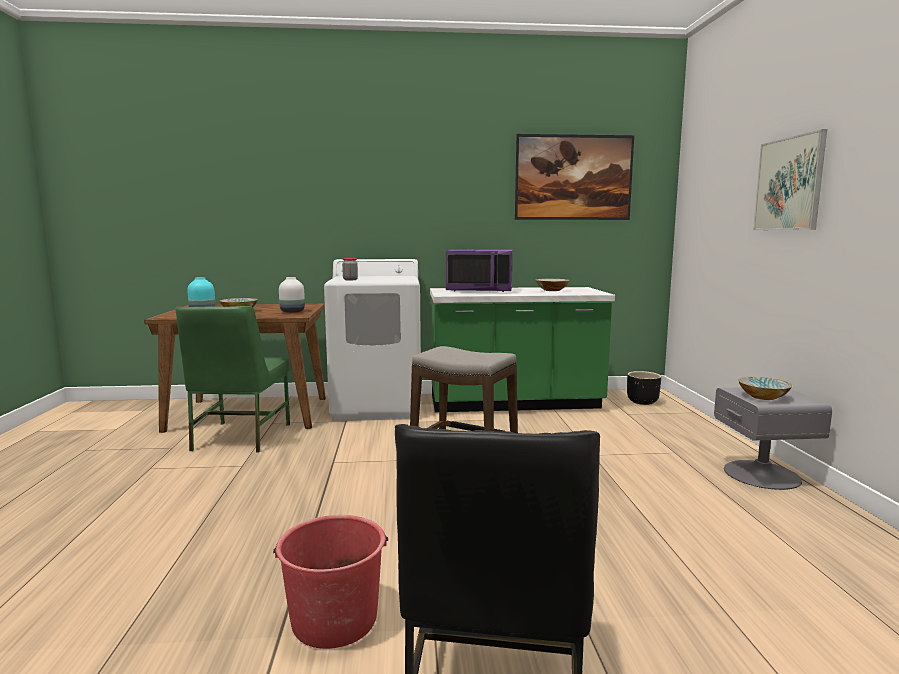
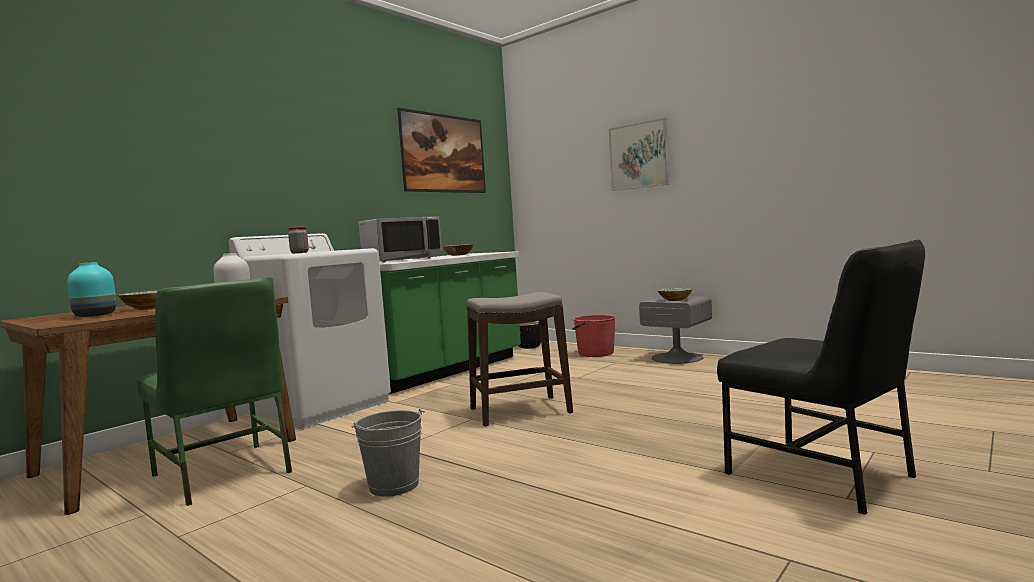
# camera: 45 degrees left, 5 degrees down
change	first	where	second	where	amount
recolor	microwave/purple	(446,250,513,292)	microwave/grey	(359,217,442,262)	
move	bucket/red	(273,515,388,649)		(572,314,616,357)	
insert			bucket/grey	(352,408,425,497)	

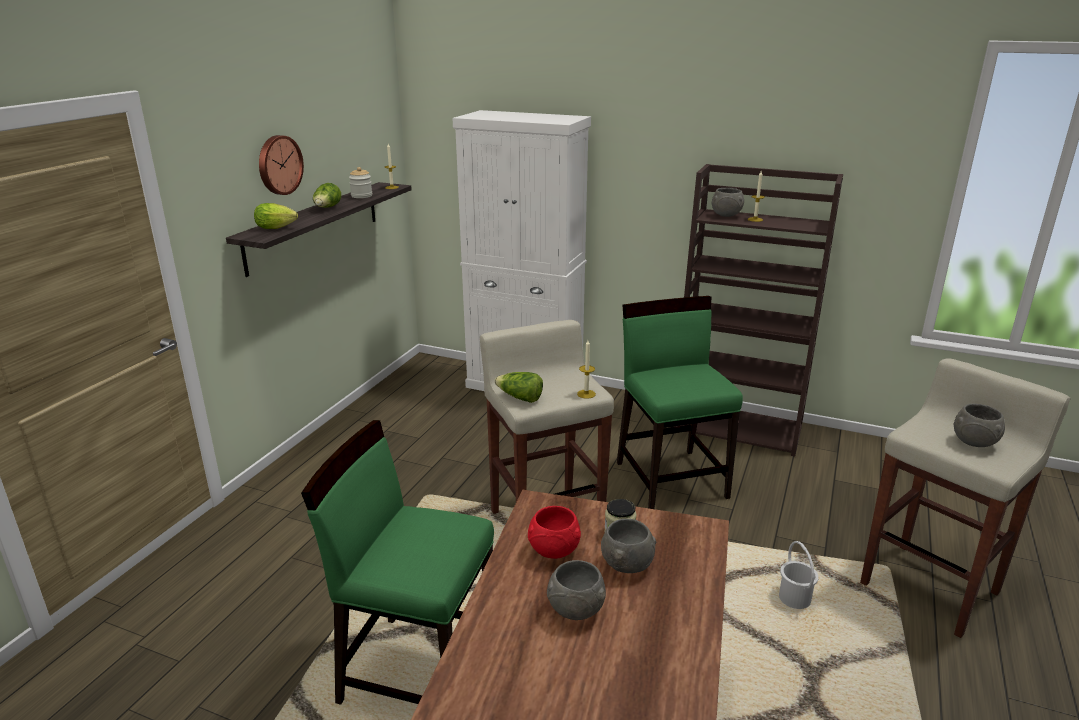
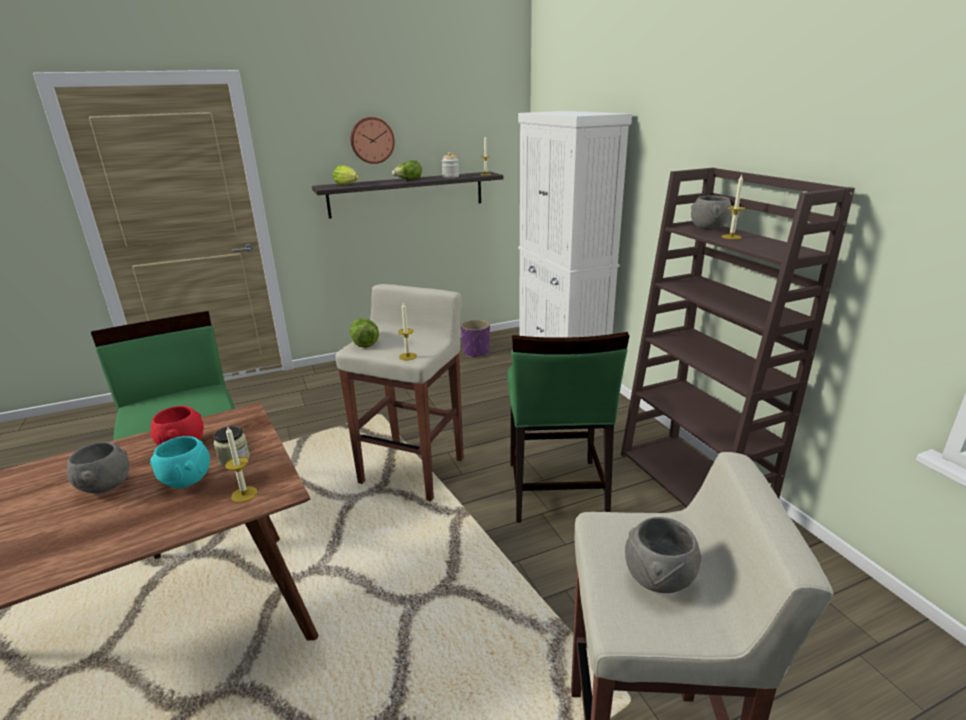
# camera: 45 degrees right, 0 degrees up
change	first	where	second	where	amount
rotate	chair/green	(617,296,743,509)		(507,332,629,523)	150 degrees clockwise
recolor	bowl/grey	(601,519,656,573)	bowl/turquoise	(150,436,210,488)	
delete	bucket/white	(779,541,819,609)			
insert			planter/purple	(461,319,490,357)	
insert			candle	(225,426,258,503)	

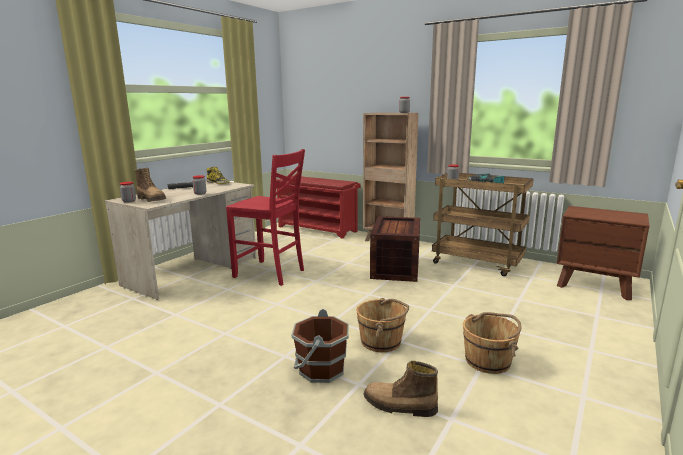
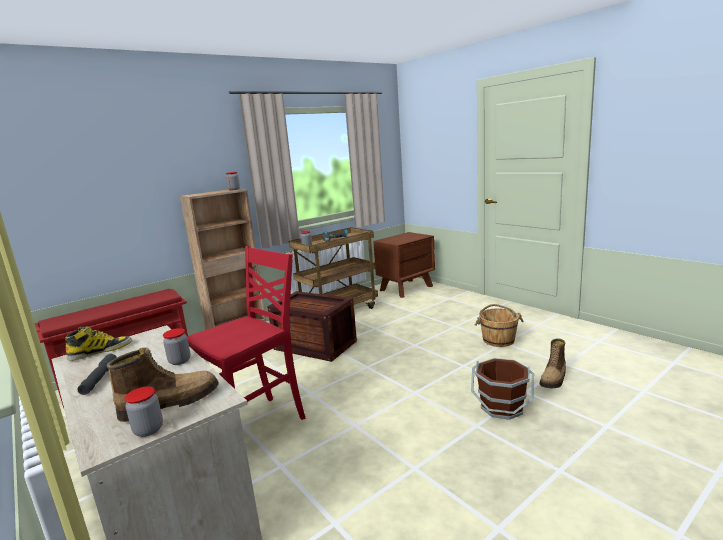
# camera: 70 degrees left, 0 degrees up
change	first	where	second	where	amount
delete	bucket/brown	(356,298,409,352)			

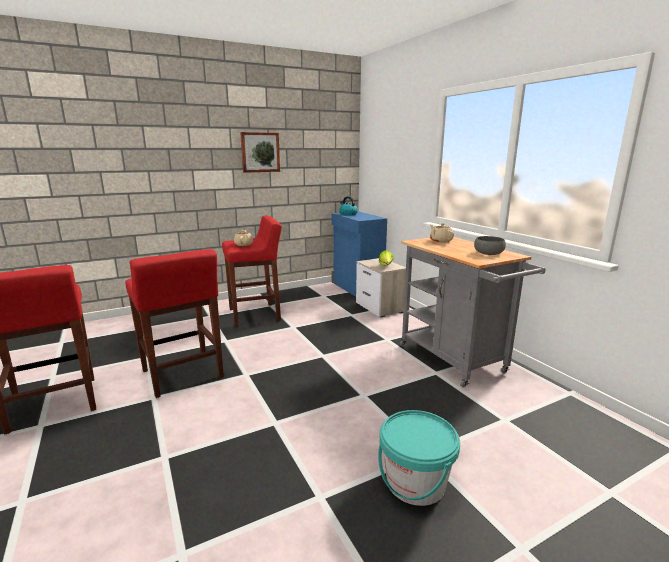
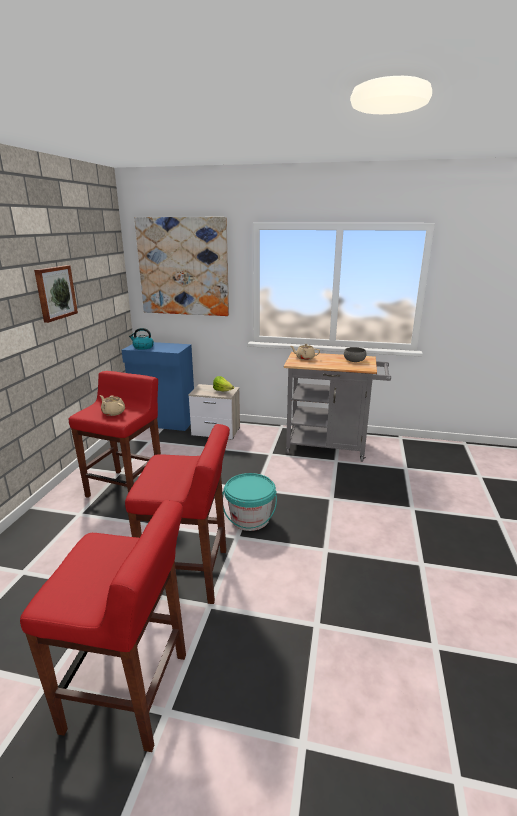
# camera: 50 degrees left, 5 degrees up
change	first	where	second	where	amount
move	bucket/turquoise	(378,410,460,506)		(222,473,277,531)	
insert			picture	(135,217,229,316)	

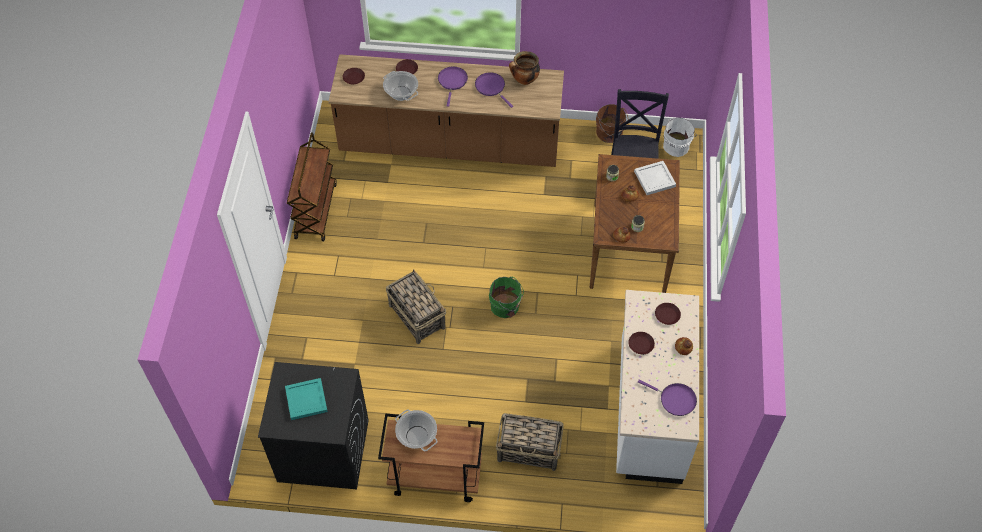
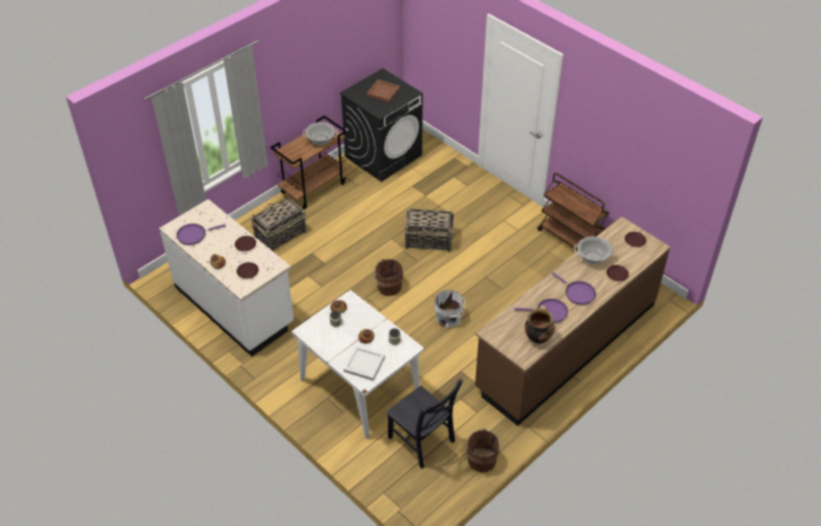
# camera: 130 degrees right, 10 degrees down
change	first	where	second	where	amount
move	bucket/white	(663,117,697,157)		(434,290,465,327)	
recolor	dining table/brown	(590,154,680,293)	dining table/white	(291,289,425,439)	
recolor	bucket/green	(489,276,524,318)	bucket/brown	(373,259,403,296)	
recolor	tray/turquoise	(285,378,328,420)	tray/brown	(367,80,400,103)	

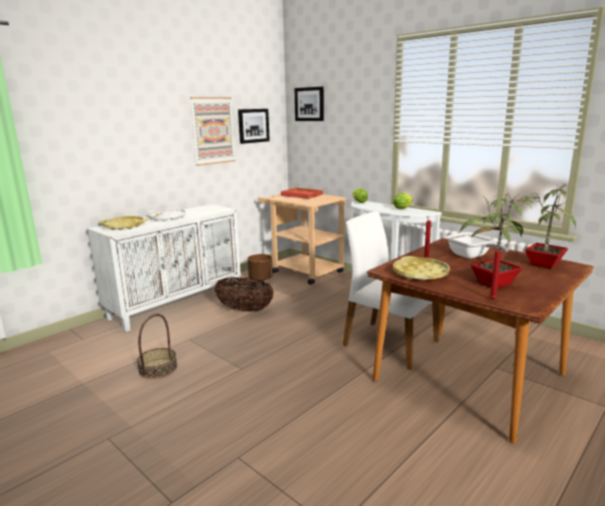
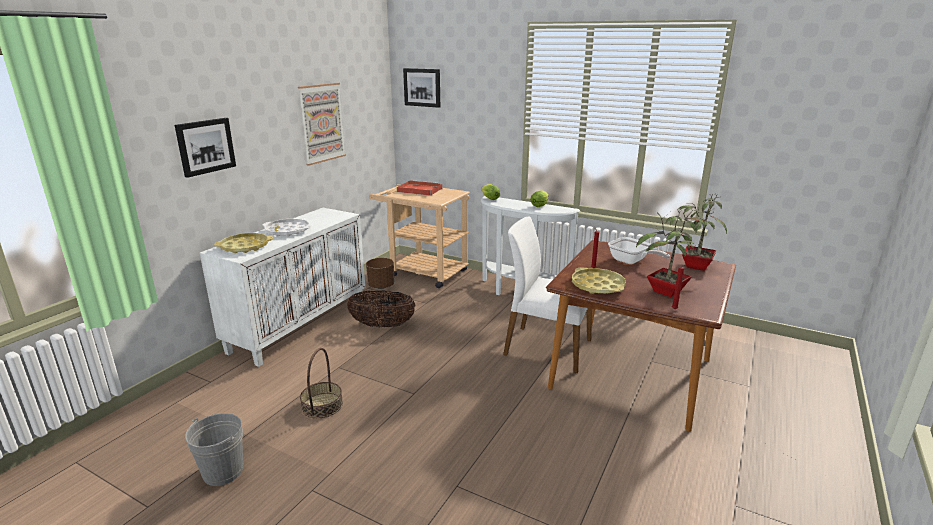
# camera: 15 degrees left, 5 degrees up
change	first	where	second	where	amount
move	picture	(238,109,270,144)		(175,118,236,178)	
insert			bucket/grey	(185,413,244,486)	

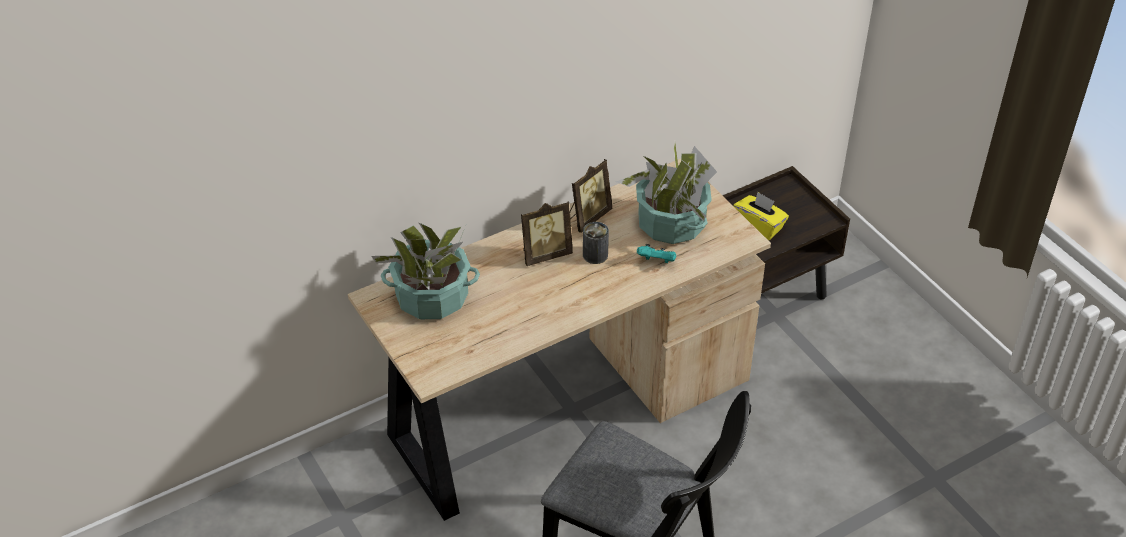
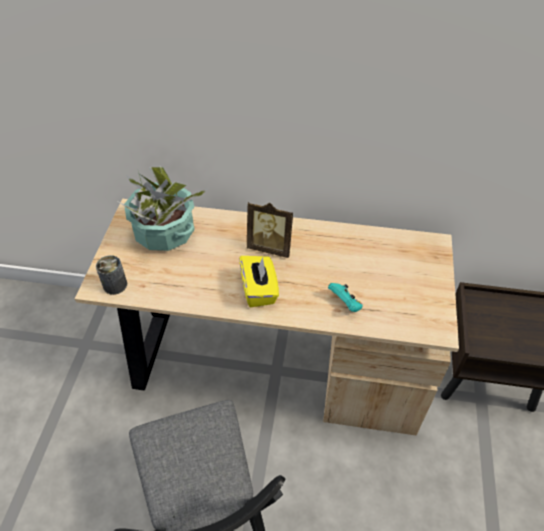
# camera: 40 degrees right, 5 degrees up
change	first	where	second	where	amount
delete	potted plant	(616,143,717,244)			
delete	picture frame	(570,159,612,233)			
move	tissue box/yellow	(733,192,789,241)		(239,256,279,307)	
move	can	(583,222,609,264)		(96,255,127,295)	

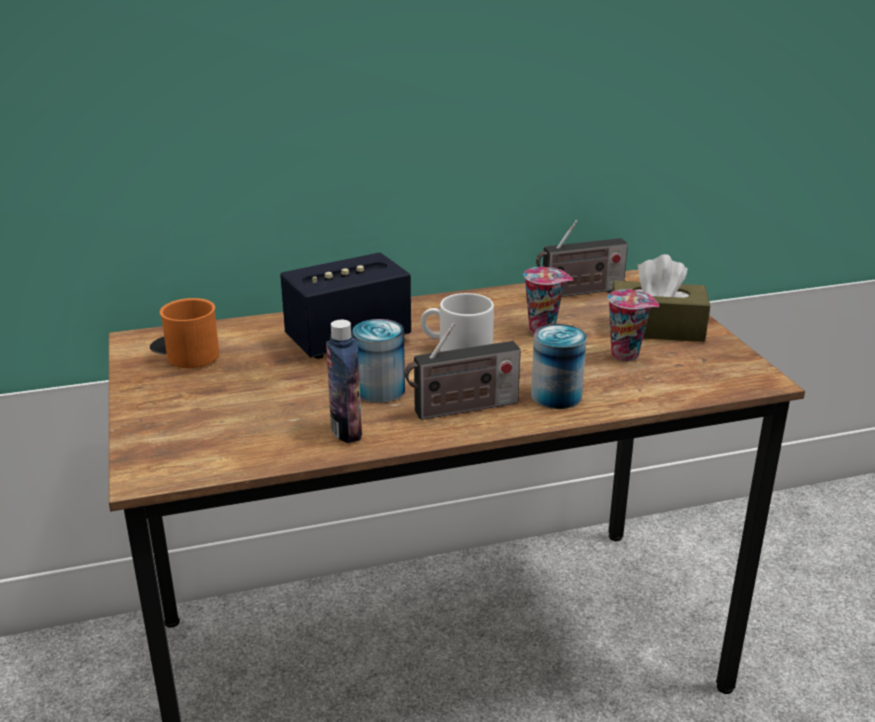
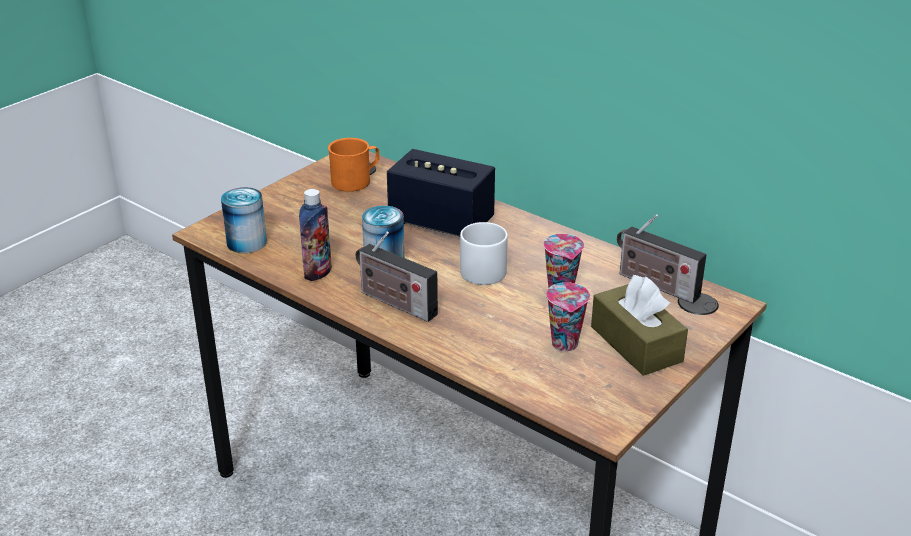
# camera: 55 degrees right, 5 degrees up
change	first	where	second	where	amount
move	can	(531,324,587,409)		(221,187,267,253)	

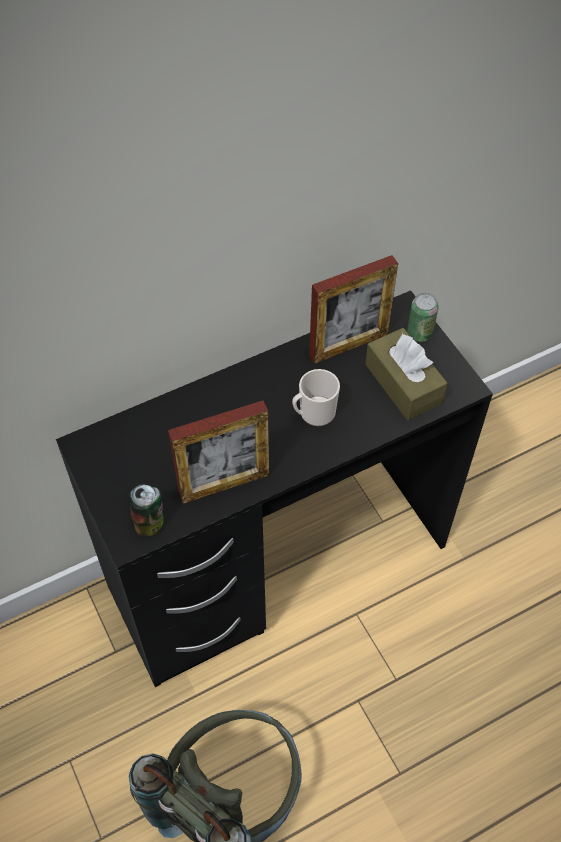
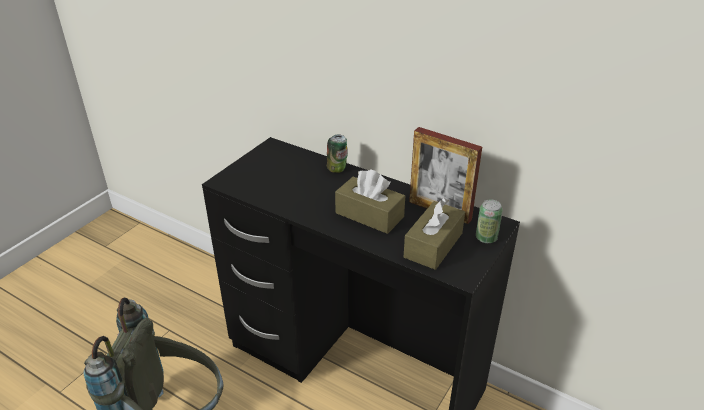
# camera: 60 degrees right, 20 degrees down
change	first	where	second	where	amount
replace	mug	(292,369,340,426)	tissue box/brown	(335,169,405,234)	
delete	picture frame	(168,400,269,504)			
move	can	(129,485,164,536)		(327,134,348,173)	

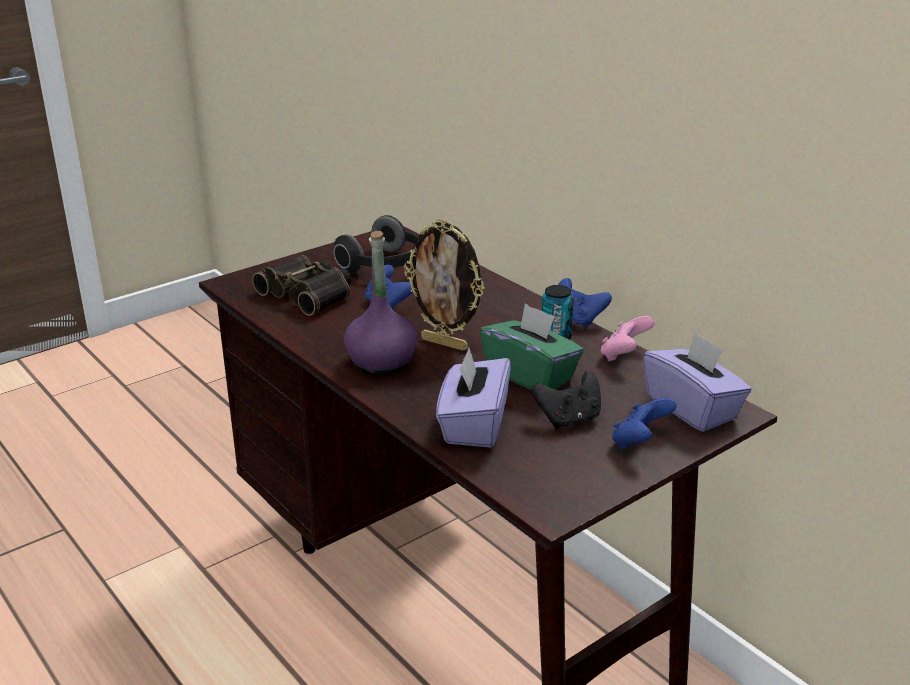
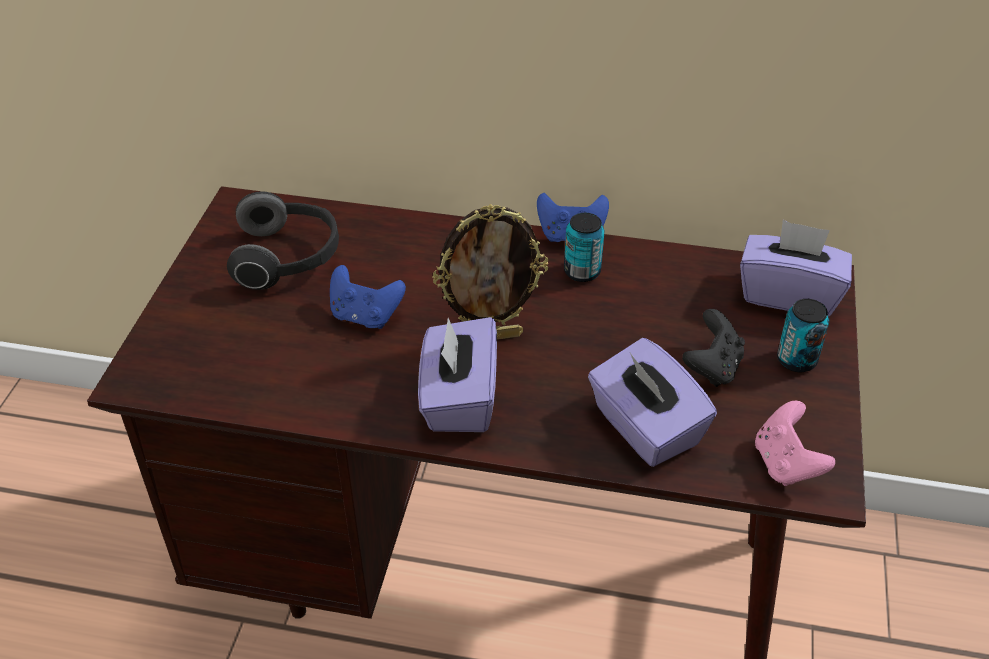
# camera: 40 degrees left, 15 degrees up
change	first	where	second	where	amount
replace	bottle/purple	(344,231,418,375)	tissue box/purple	(418,317,497,432)	
delete	binoculars	(252,255,351,316)			
delete	tissue box/green	(480,303,584,391)			
move	game controller/pink	(601,316,655,362)		(755,400,835,486)	
replace	game controller/blue	(612,398,676,449)	can	(777,299,829,372)	

